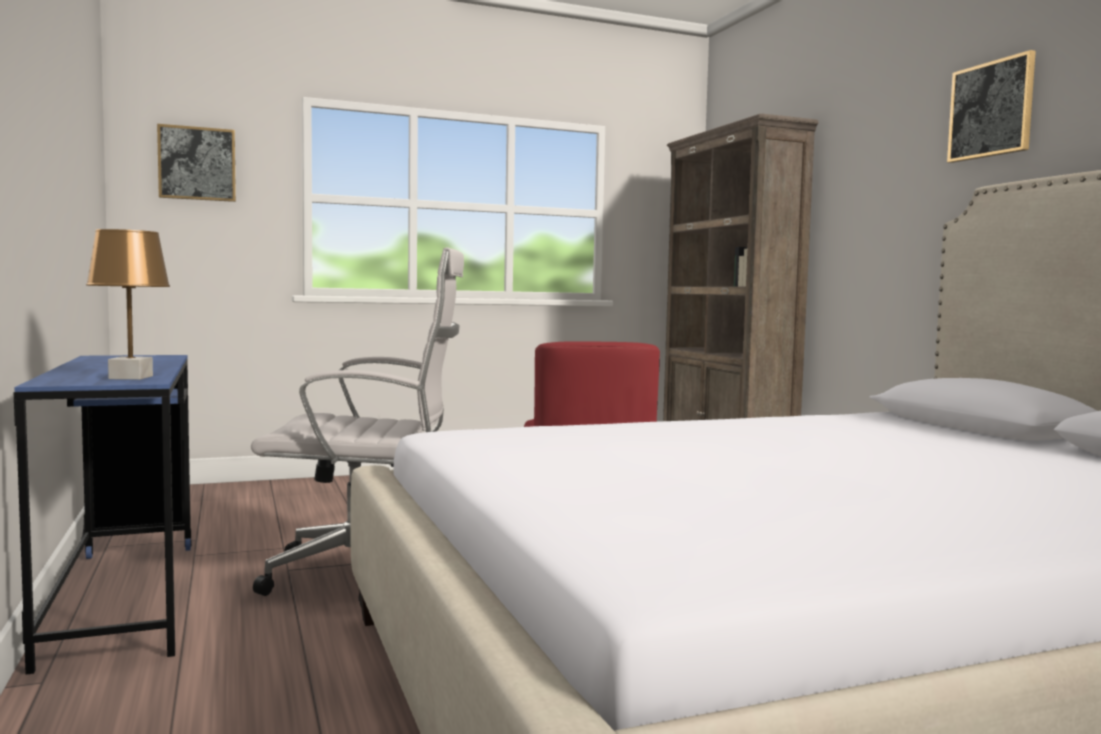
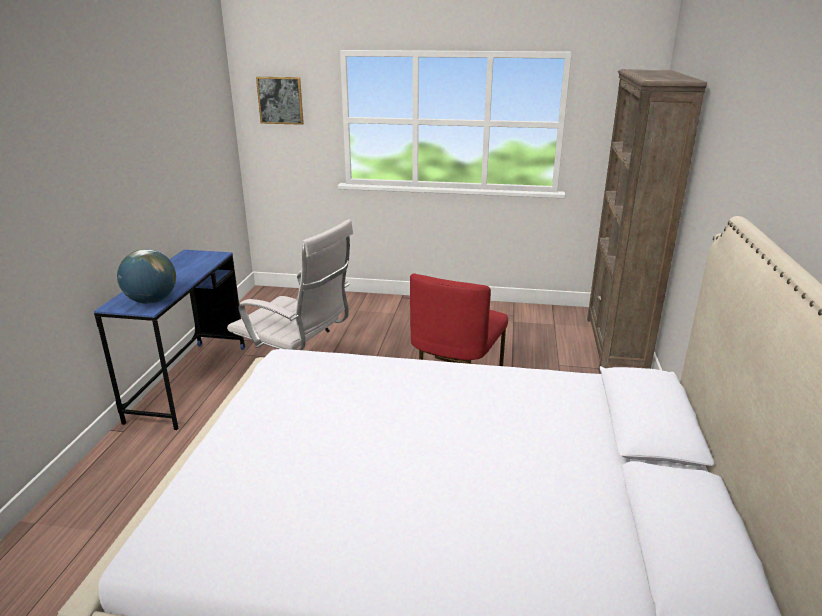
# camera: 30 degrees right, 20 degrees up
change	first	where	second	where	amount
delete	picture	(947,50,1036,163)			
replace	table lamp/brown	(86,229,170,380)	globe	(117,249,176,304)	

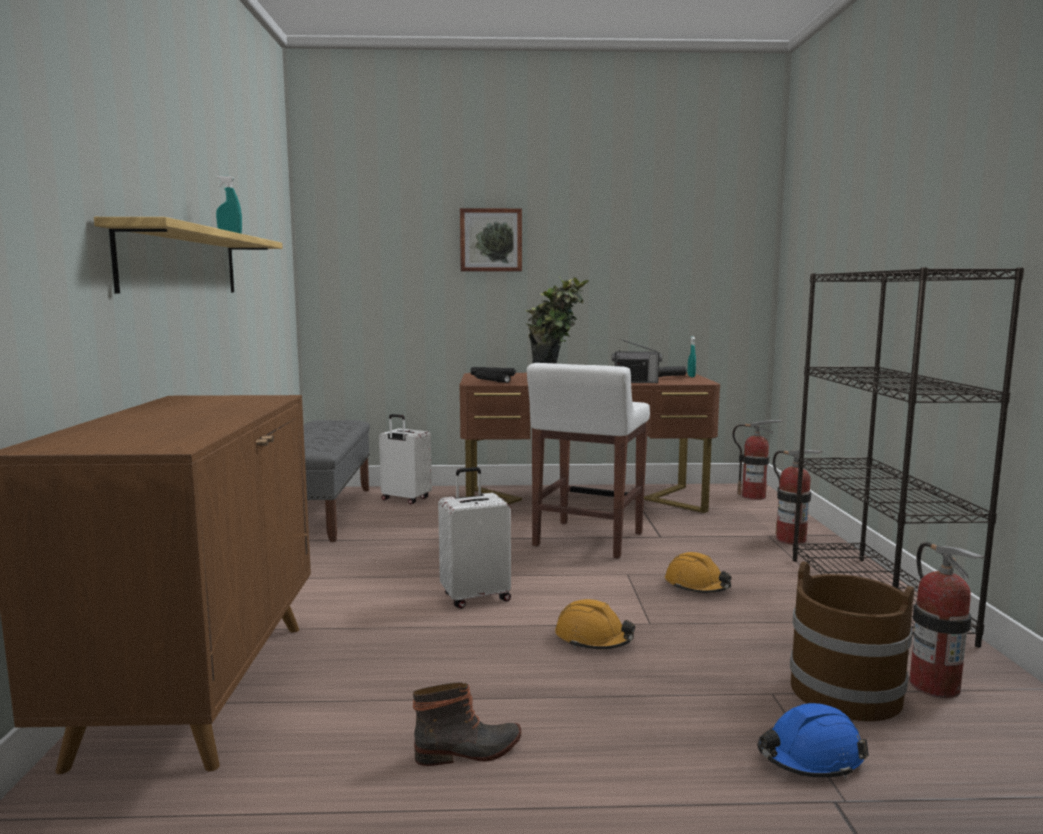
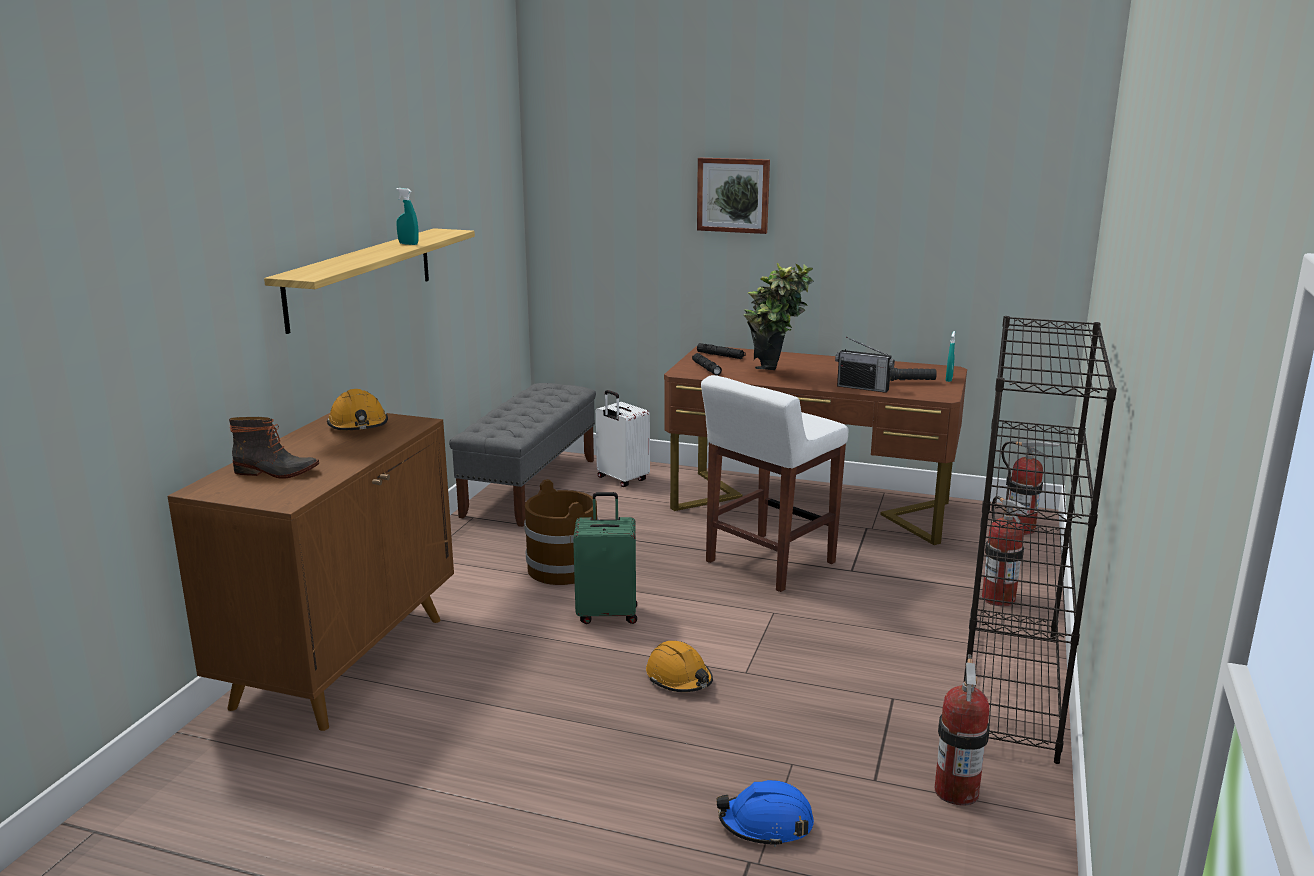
# camera: 20 degrees right, 10 degrees up
change	first	where	second	where	amount
recolor	suitcase/white	(438,467,511,609)	suitcase/green	(573,492,637,624)	
move	hard hat/orange	(665,552,731,593)		(327,389,388,430)	
move	bucket/brown	(790,561,914,721)		(524,479,599,585)	
move	boot	(413,682,521,766)		(229,417,319,479)	

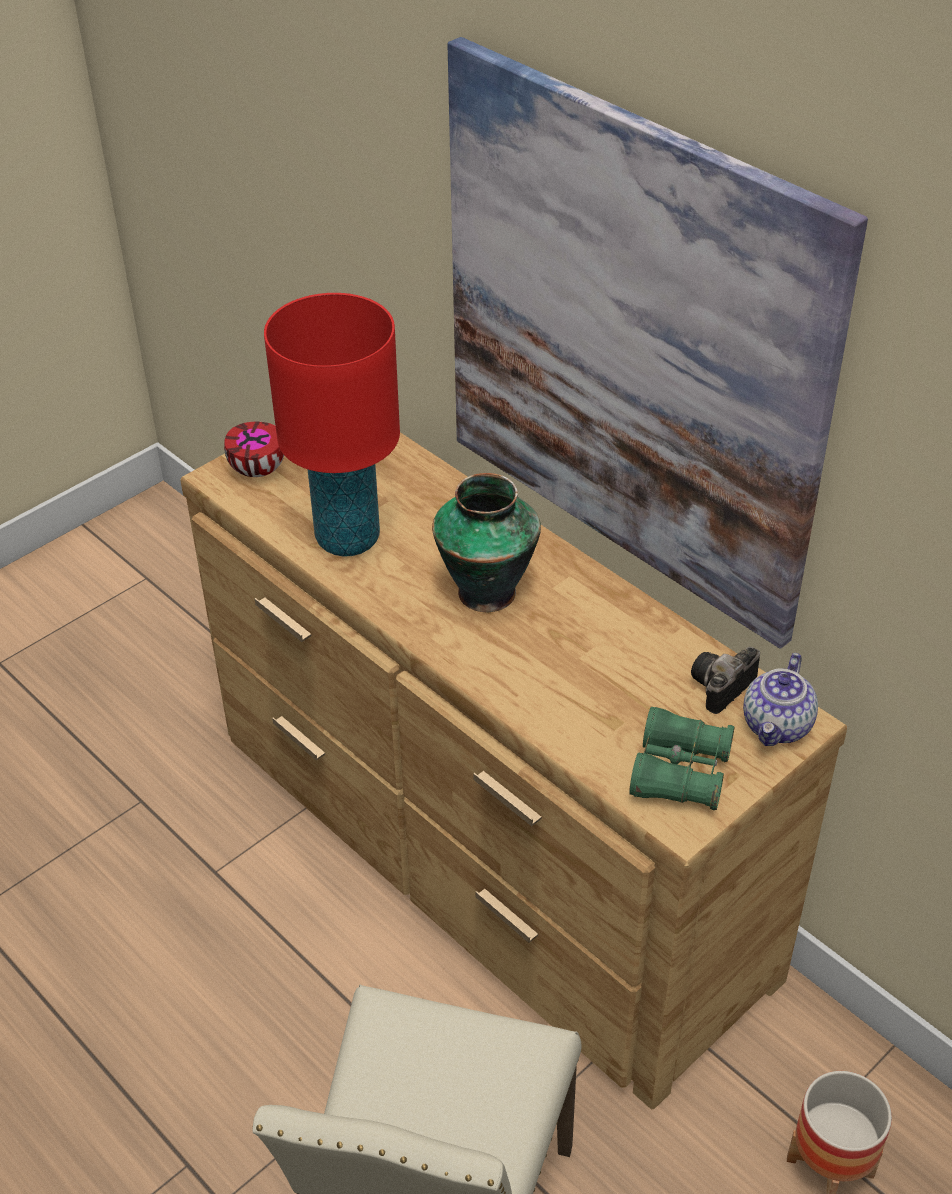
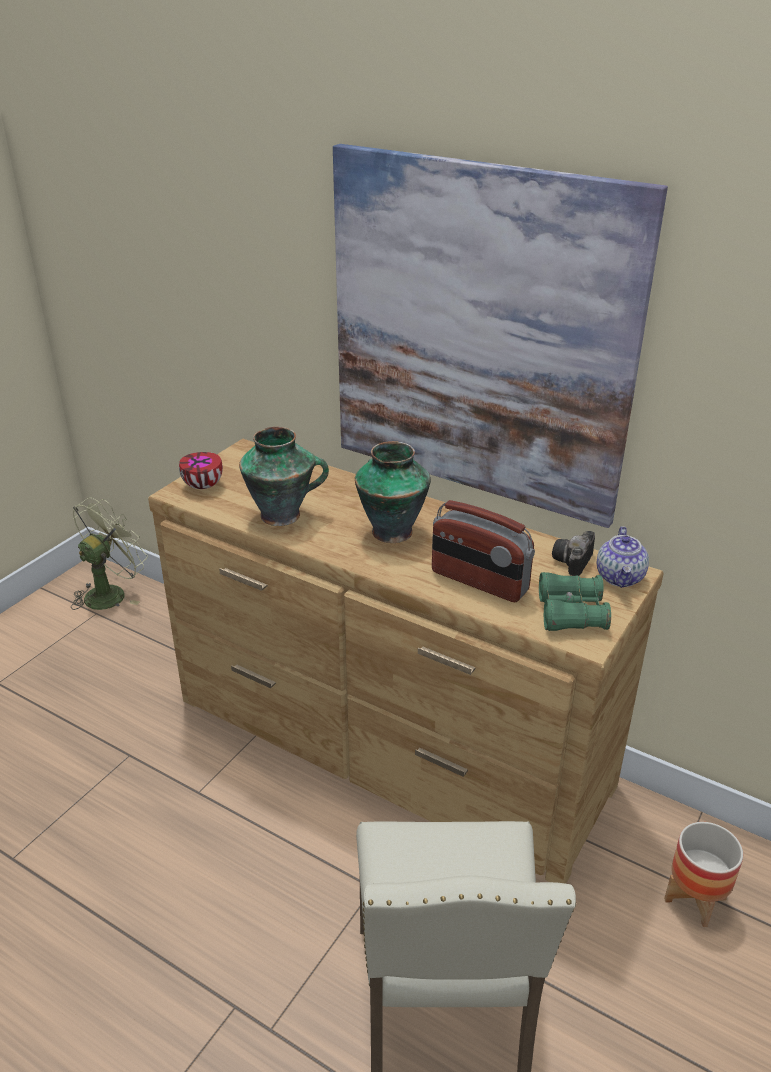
# camera: 15 degrees left, 10 degrees down
change	first	where	second	where	amount
replace	table lamp/red	(264,293,400,557)	vase	(239,427,329,526)	
insert			fan/green	(71,497,148,610)	
insert			radio	(432,500,535,602)	

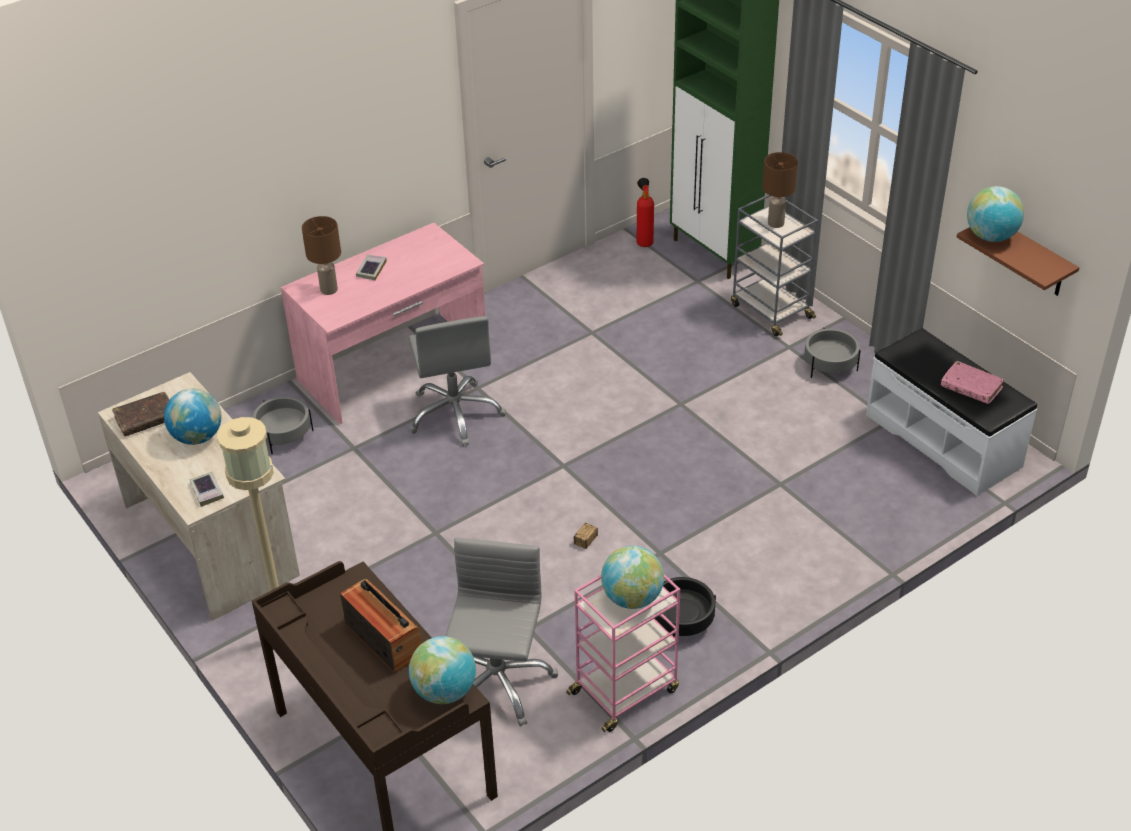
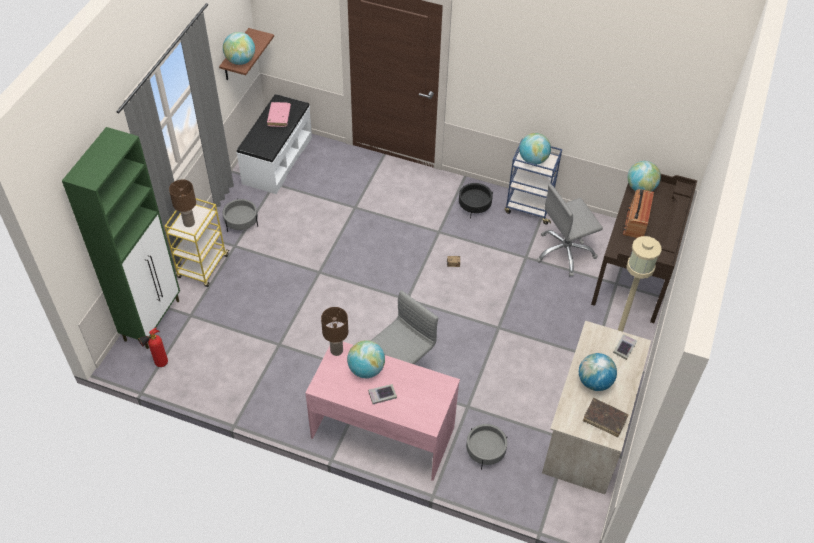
# camera: 125 degrees left, 10 degrees up
change	first	where	second	where	amount
recolor	cart/grey	(731,195,818,336)	cart/yellow	(164,198,229,287)	
move	table lamp/brown	(302,216,341,295)		(321,307,348,356)	
recolor	cart/pink	(566,574,680,733)	cart/blue	(505,139,562,224)	
insert			globe	(347,340,385,378)	

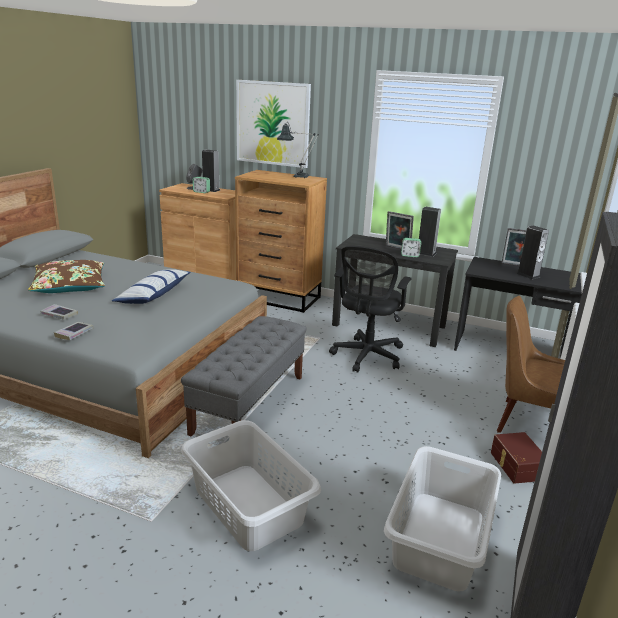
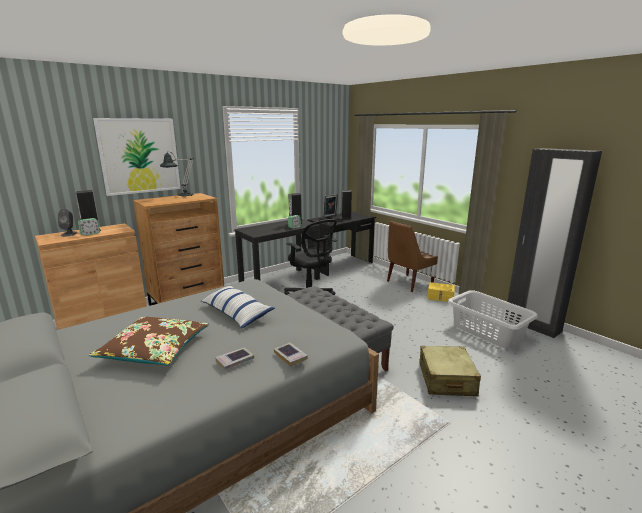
# camera: 60 degrees left, 5 degrees down
change	first	where	second	where	amount
delete	picture frame	(386,211,414,249)			
replace	laundry basket/grey	(181,420,321,551)	suitcase/beige	(419,346,481,396)	
recolor	storage box/brown	(491,432,542,484)	storage box/yellow	(427,282,455,302)	

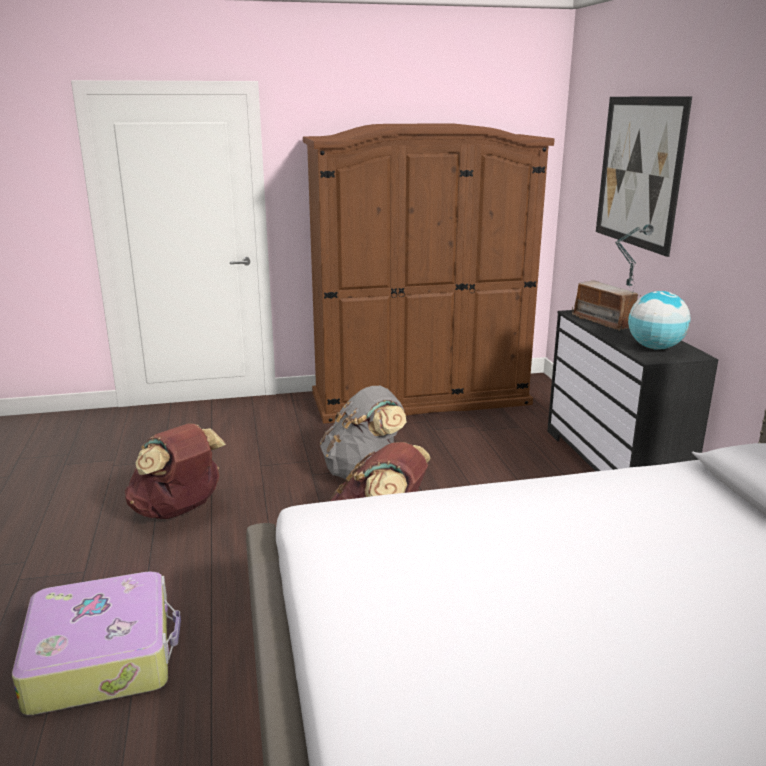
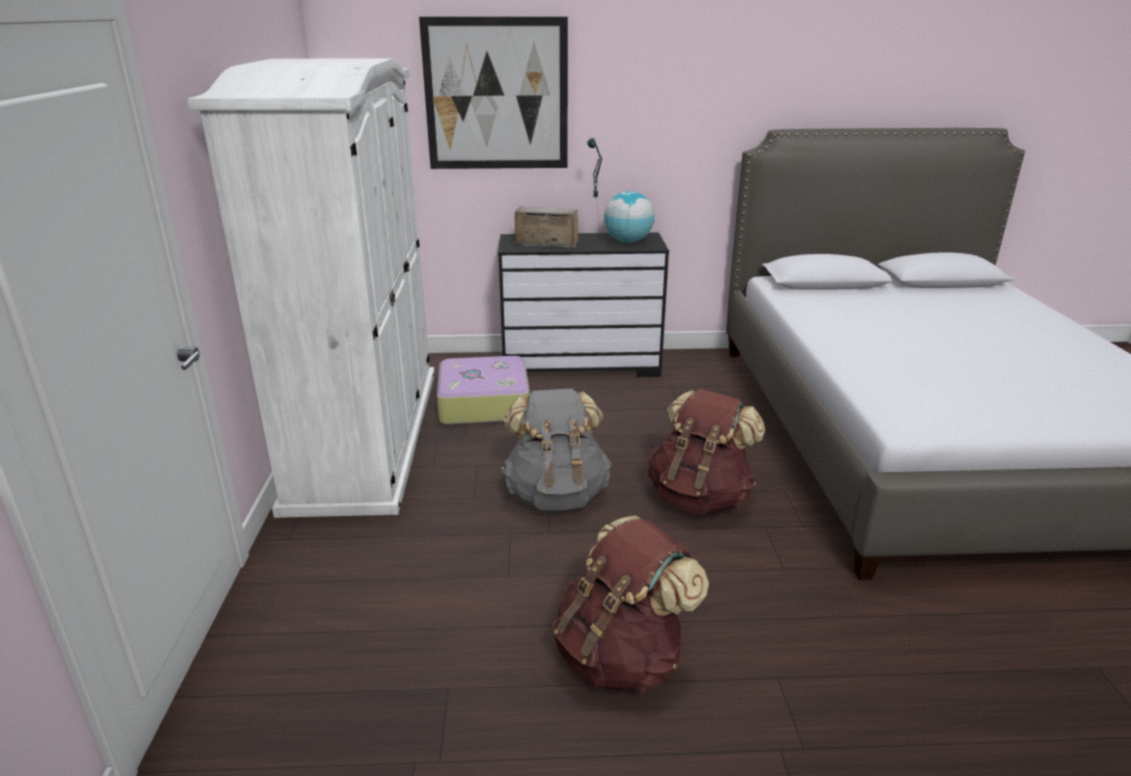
# camera: 80 degrees left, 5 degrees up
change	first	where	second	where	amount
recolor	wardrobe/brown	(303,123,555,424)	wardrobe/white	(187,58,435,518)	
rotate	radio	(572,280,641,331)		(511,206,580,249)	150 degrees counterclockwise
move	suitcase	(12,572,181,716)		(437,356,530,425)	

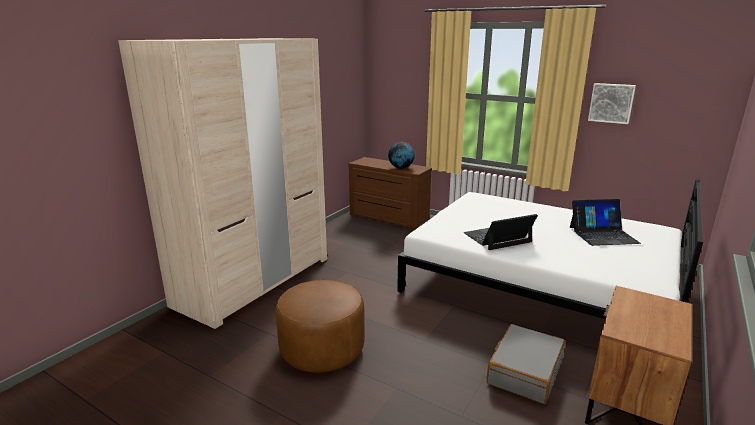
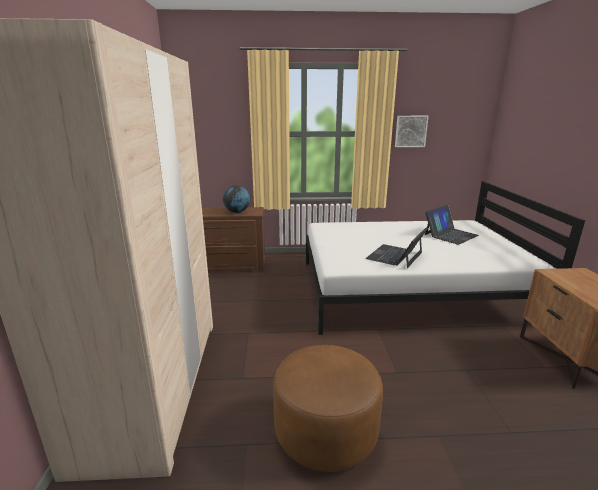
# camera: 35 degrees left, 0 degrees up
change	first	where	second	where	amount
delete	suitcase/grey	(487,324,565,404)			

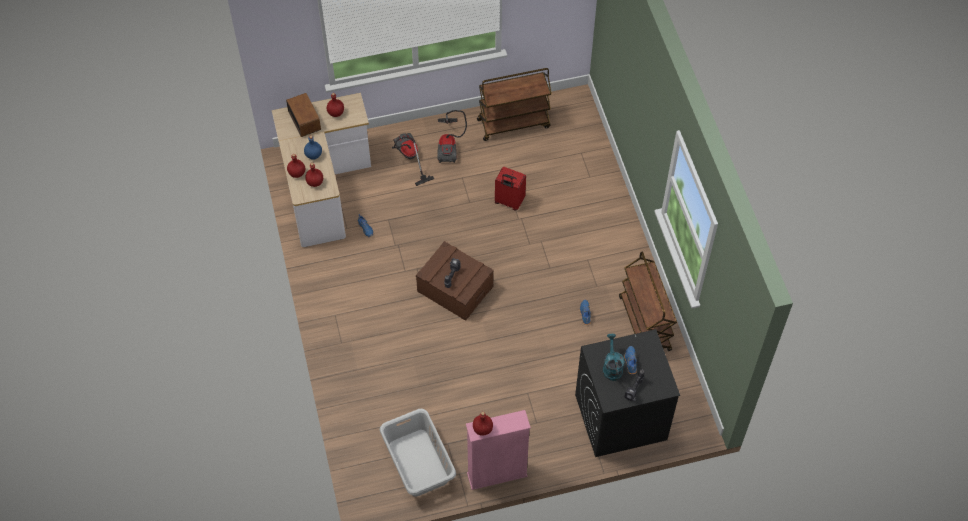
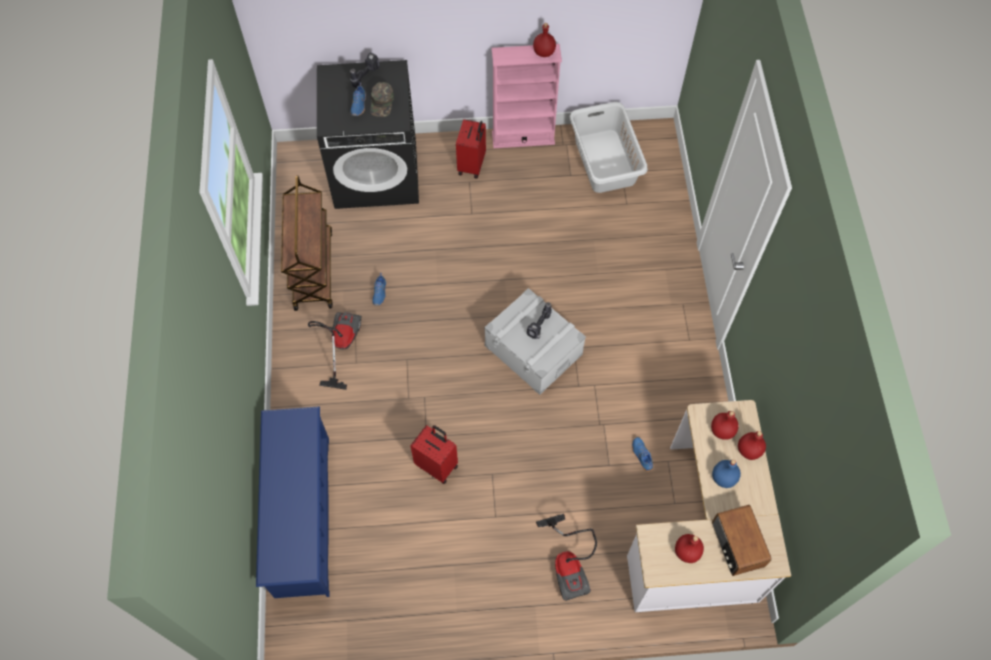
# camera: 170 degrees left, 5 degrees up
change	first	where	second	where	amount
delete	cart/brown	(477,68,552,141)			
move	vacuum cleaner	(437,110,467,163)		(308,312,362,390)	
recolor	storage box/brown	(416,241,494,321)	storage box/grey	(484,288,586,395)	
replace	watering can/turquoise	(603,334,625,381)	cap/green	(370,82,394,117)	
insert			suitcase/red	(456,119,486,179)	
insert			shoe rack/blue	(256,406,330,598)	

